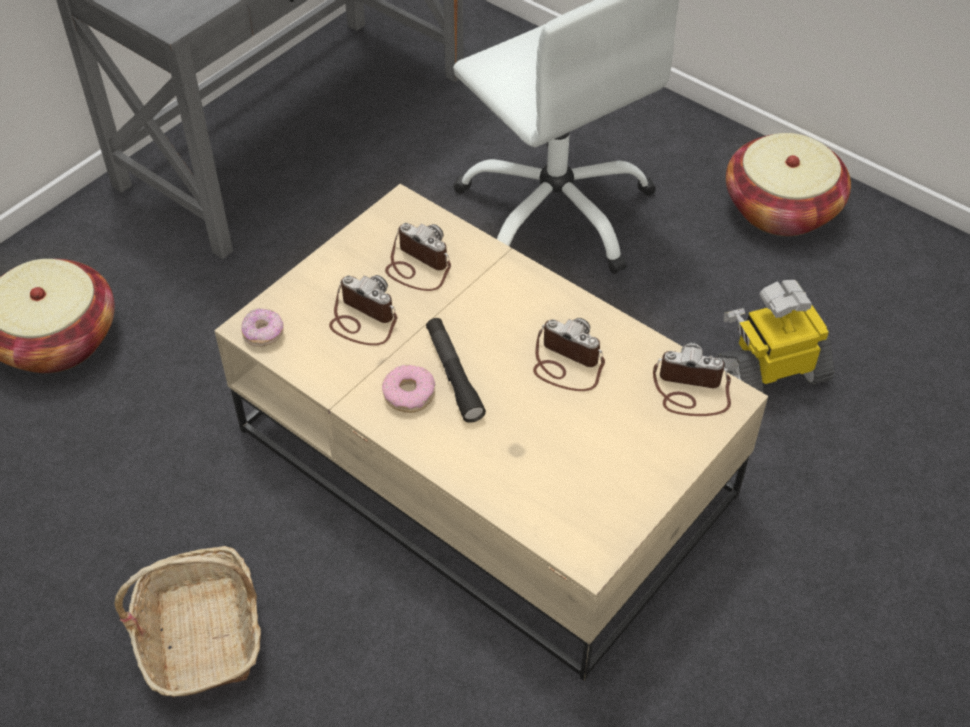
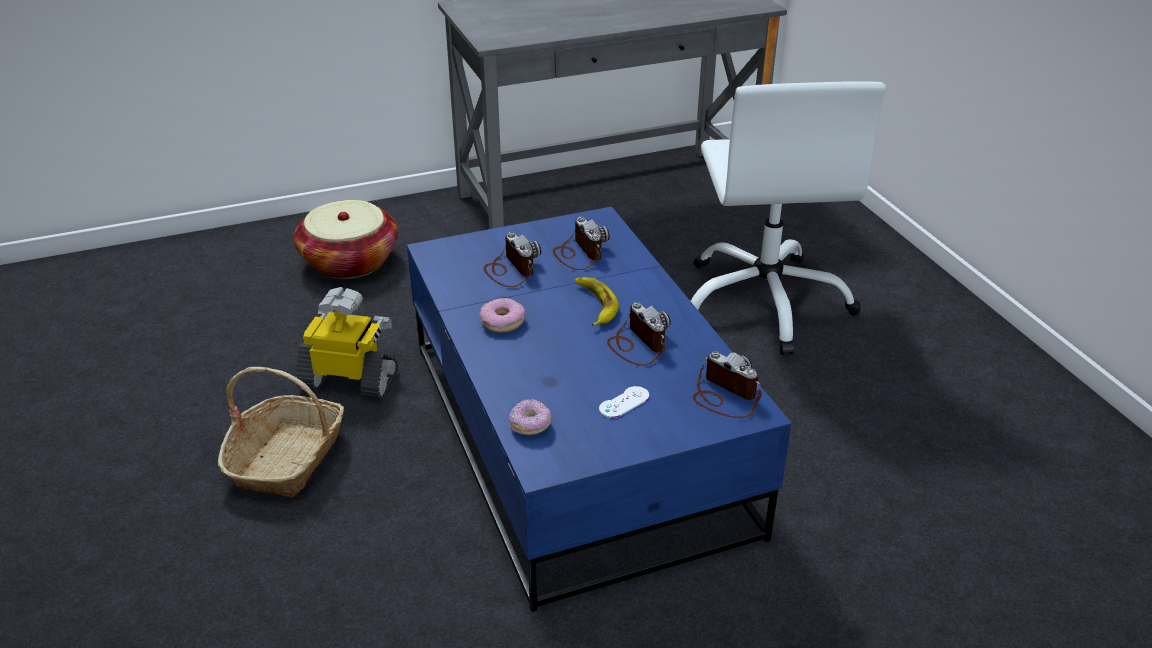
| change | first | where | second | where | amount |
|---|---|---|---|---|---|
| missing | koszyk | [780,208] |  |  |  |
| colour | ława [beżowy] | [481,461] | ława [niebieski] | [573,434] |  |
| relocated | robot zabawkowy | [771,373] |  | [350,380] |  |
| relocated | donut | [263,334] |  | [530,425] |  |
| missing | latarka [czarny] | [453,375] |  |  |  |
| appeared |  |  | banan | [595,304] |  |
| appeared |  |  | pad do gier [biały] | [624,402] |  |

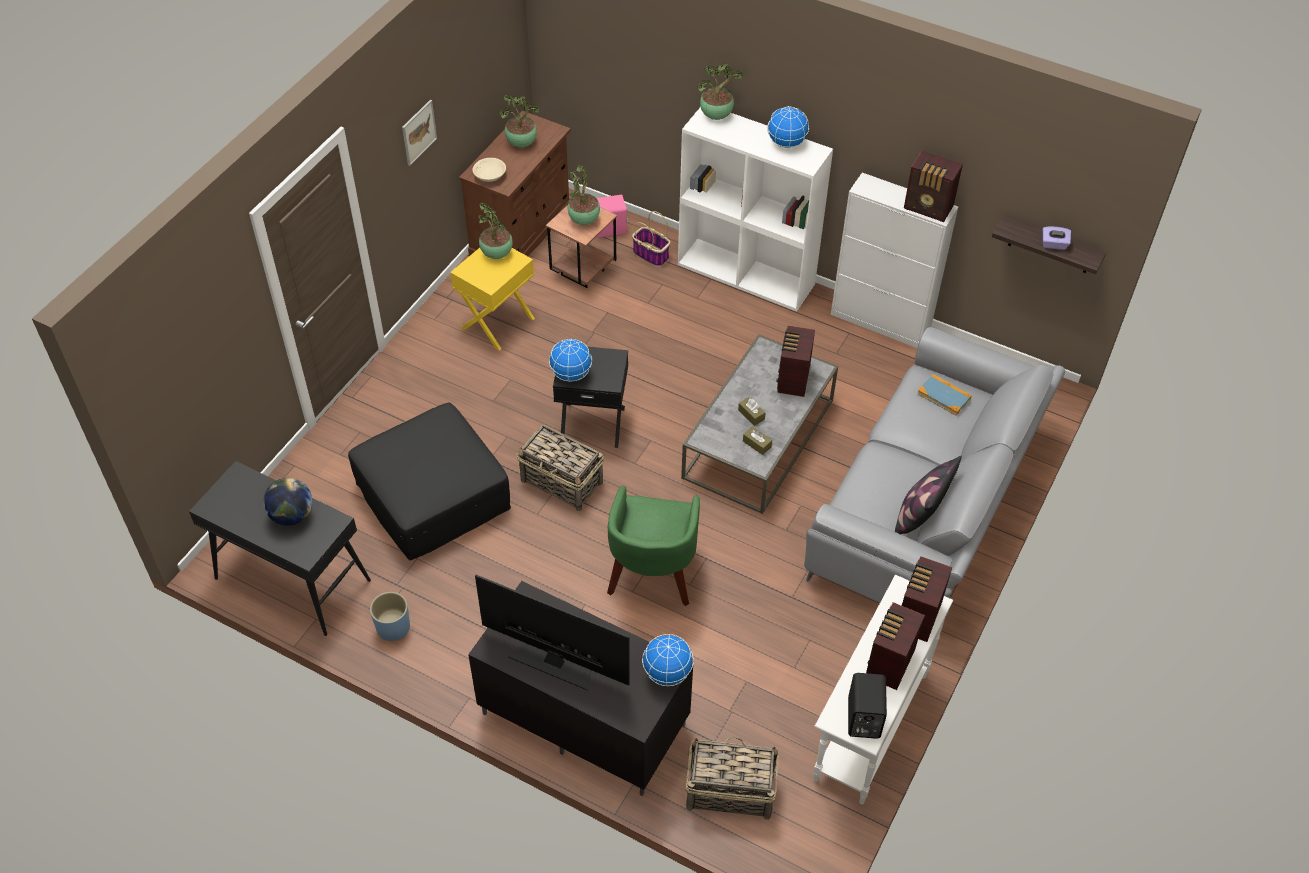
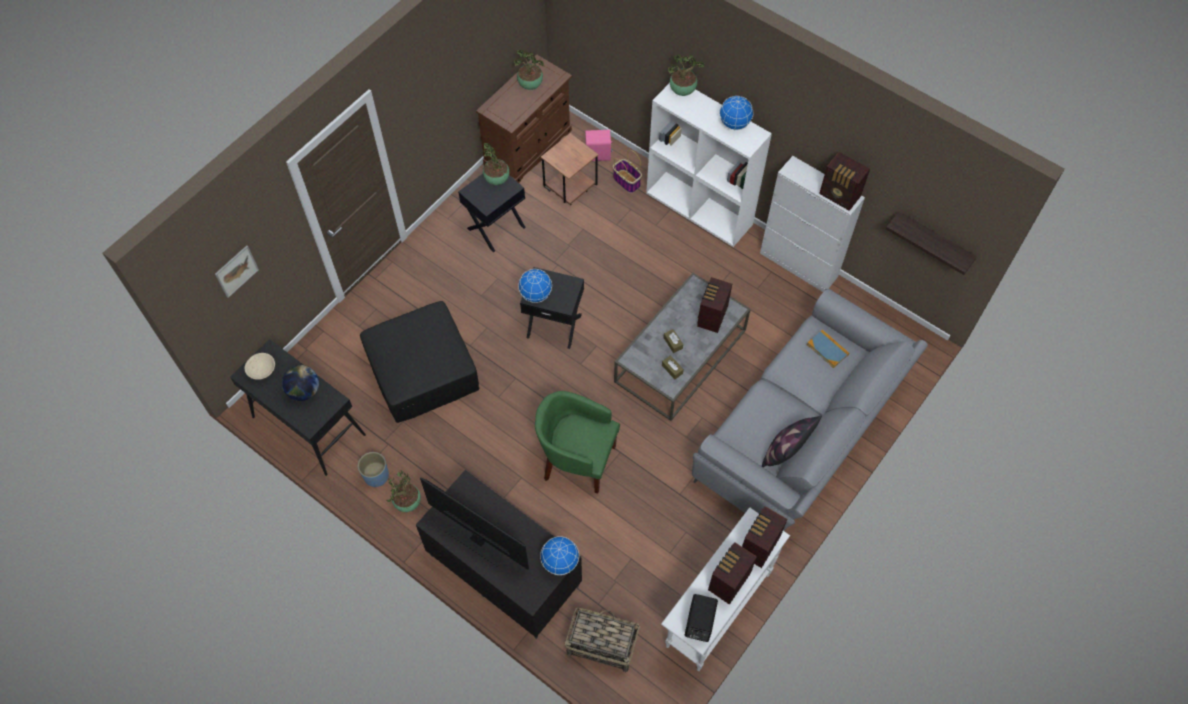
| change | first | where | second | where | amount |
|---|---|---|---|---|---|
| relocated | obraz | [419,132] |  | [236,271] |  |
| relocated | miska [beżowy] | [490,176] |  | [262,370] |  |
| relocated | roślina doniczkowa | [584,221] |  | [407,503] |  |
| missing | pudełko chusteczek [fioletowy] | [1054,244] |  |  |  |
| colour | stolik [żółty] | [498,323] | stolik [czarny] | [496,228] |  |
| missing | koszyk | [562,482] |  |  |  |
| spun | fotel [zielony] | [652,574] |  | [576,460] | 90 degrees clockwise |

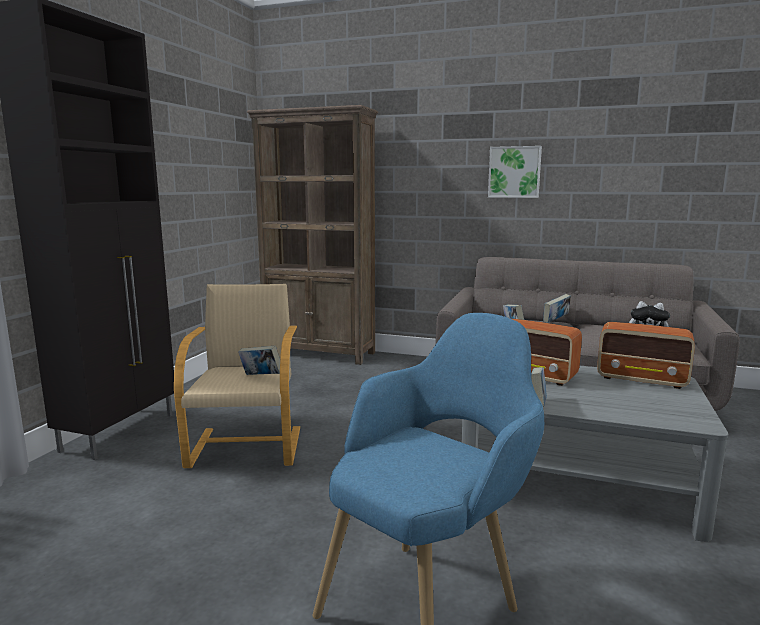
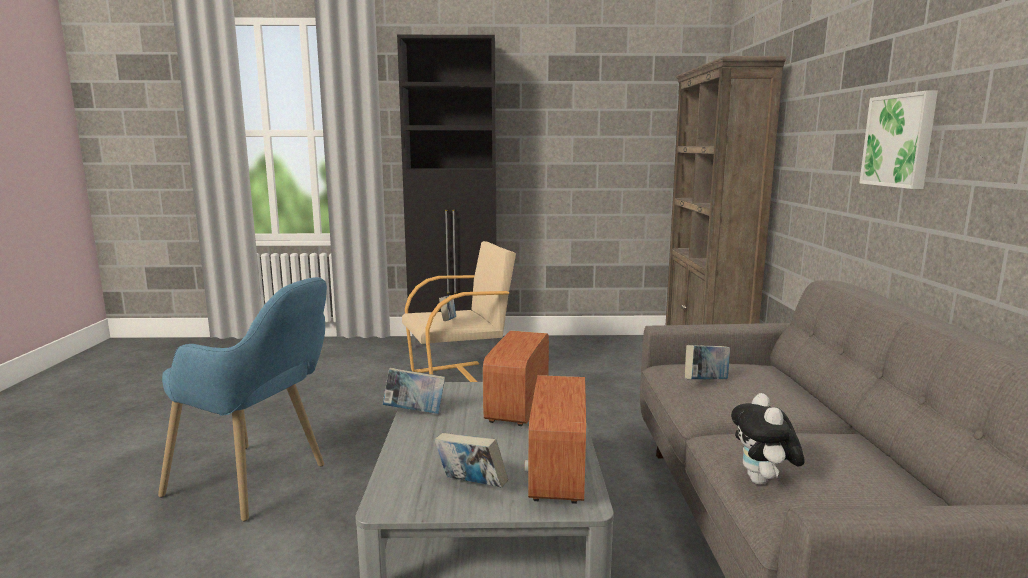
| change | first | where | second | where | amount |
|---|---|---|---|---|---|
| relocated | książka | [555,321] |  | [471,486] |  |

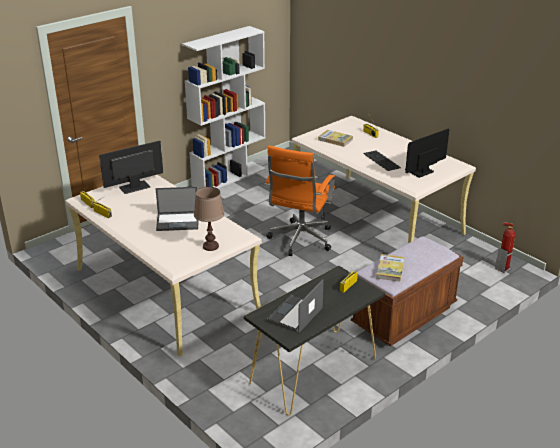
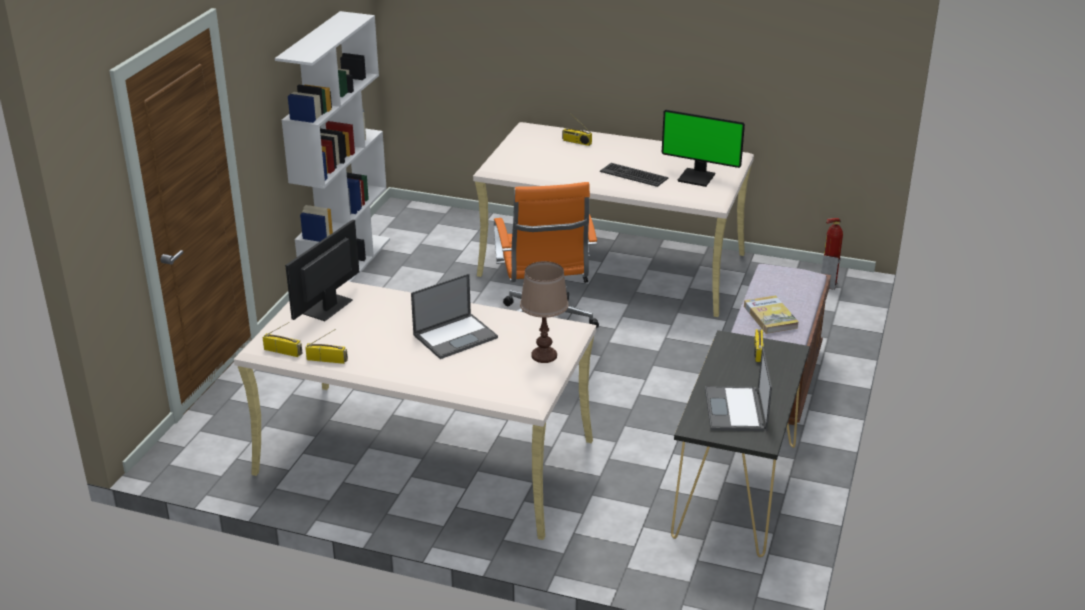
| change | first | where | second | where | amount |
|---|---|---|---|---|---|
| spun | monitor | [420,172] |  | [697,177] | 90 degrees counterclockwise |
| missing | książka | [335,140] |  |  |  |

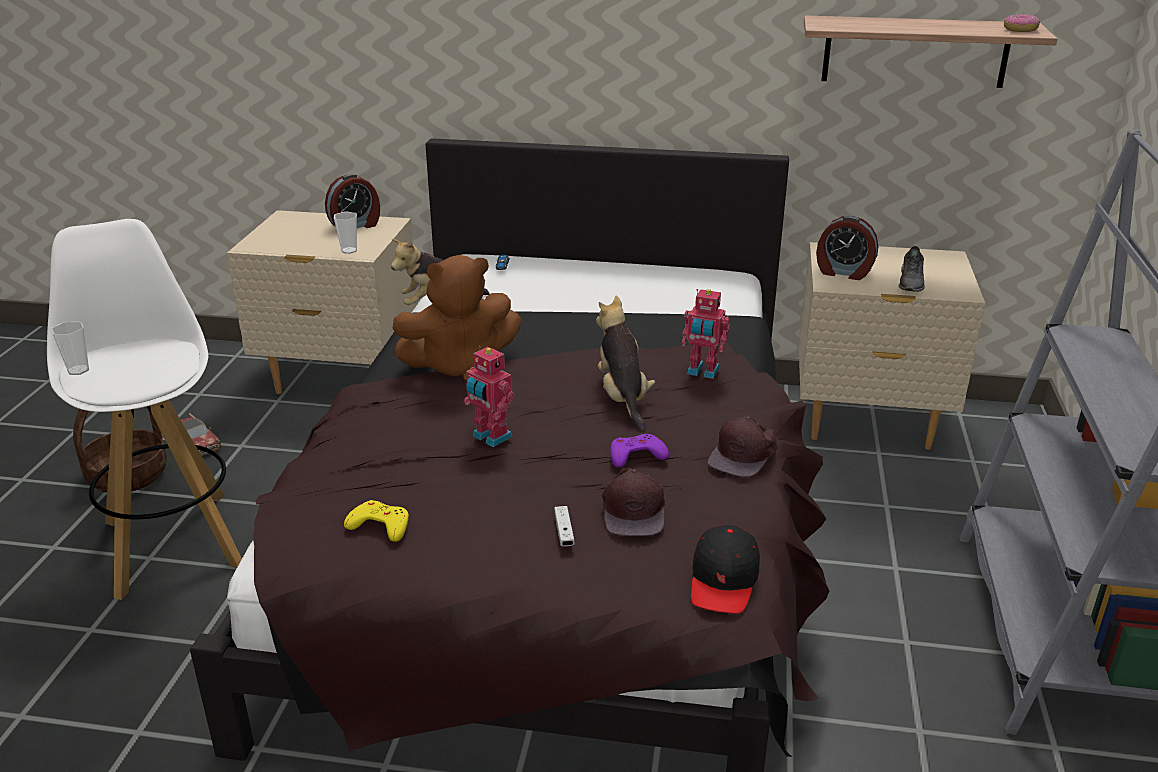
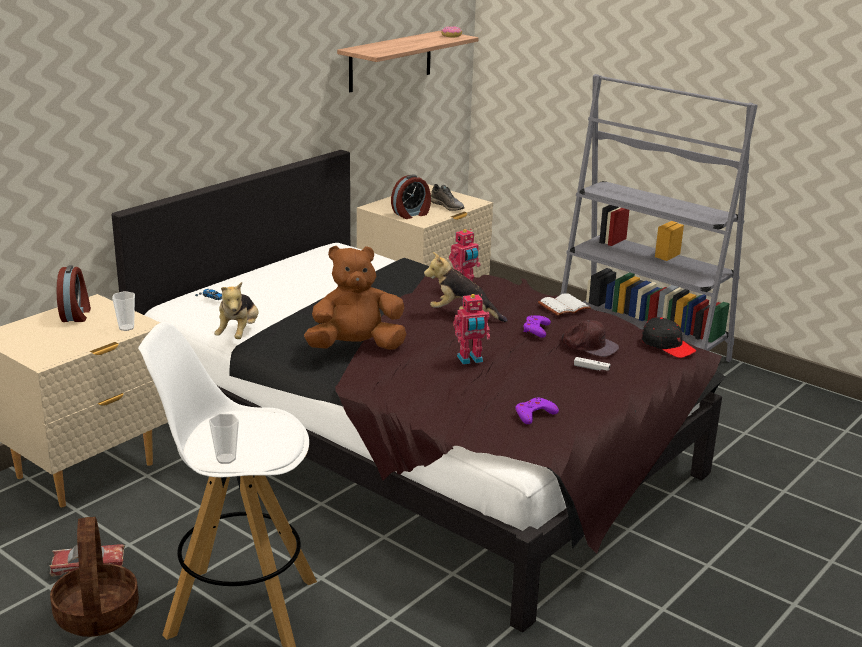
| change | first | where | second | where | amount |
|---|---|---|---|---|---|
| spun | pluszak [brązowy] | [459,364] |  | [355,347] | 120 degrees counterclockwise |
| exchanged | czapka z daszkiem [brązowy] | [744,454] | książka [biały] | [564,306] |  |
| colour | pad do gier [żółty] | [380,526] | pad do gier [fioletowy] | [534,414] |  |

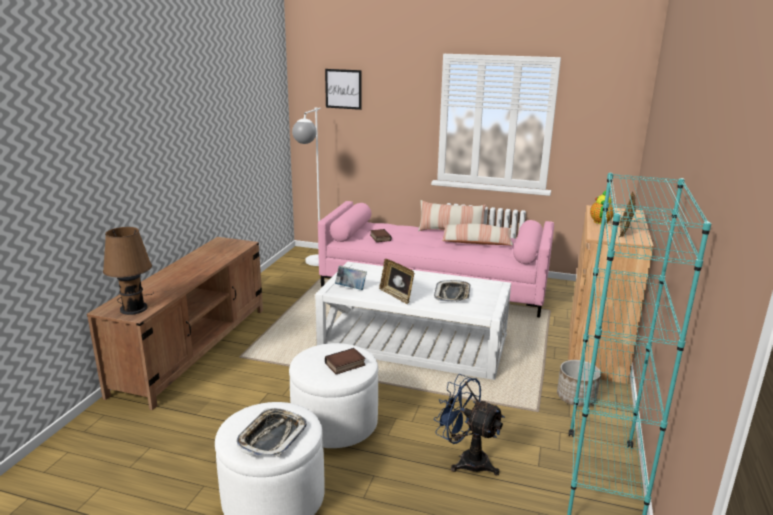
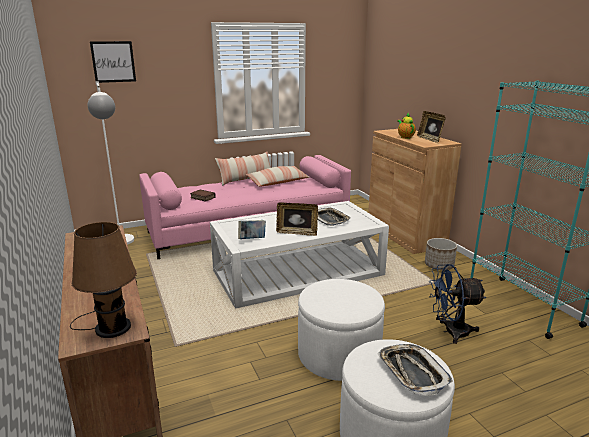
| change | first | where | second | where | amount |
|---|---|---|---|---|---|
| missing | książka | [345,365] |  |  |  |

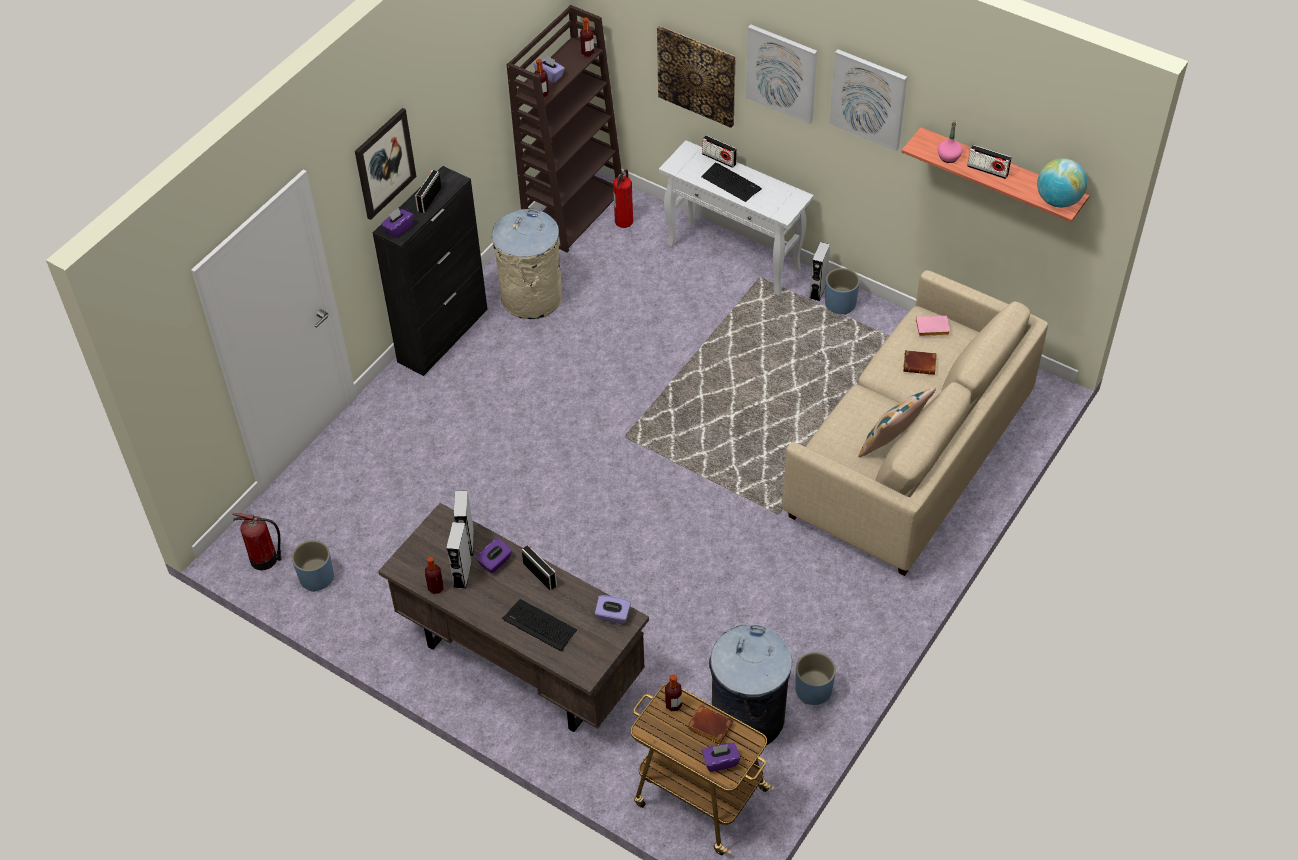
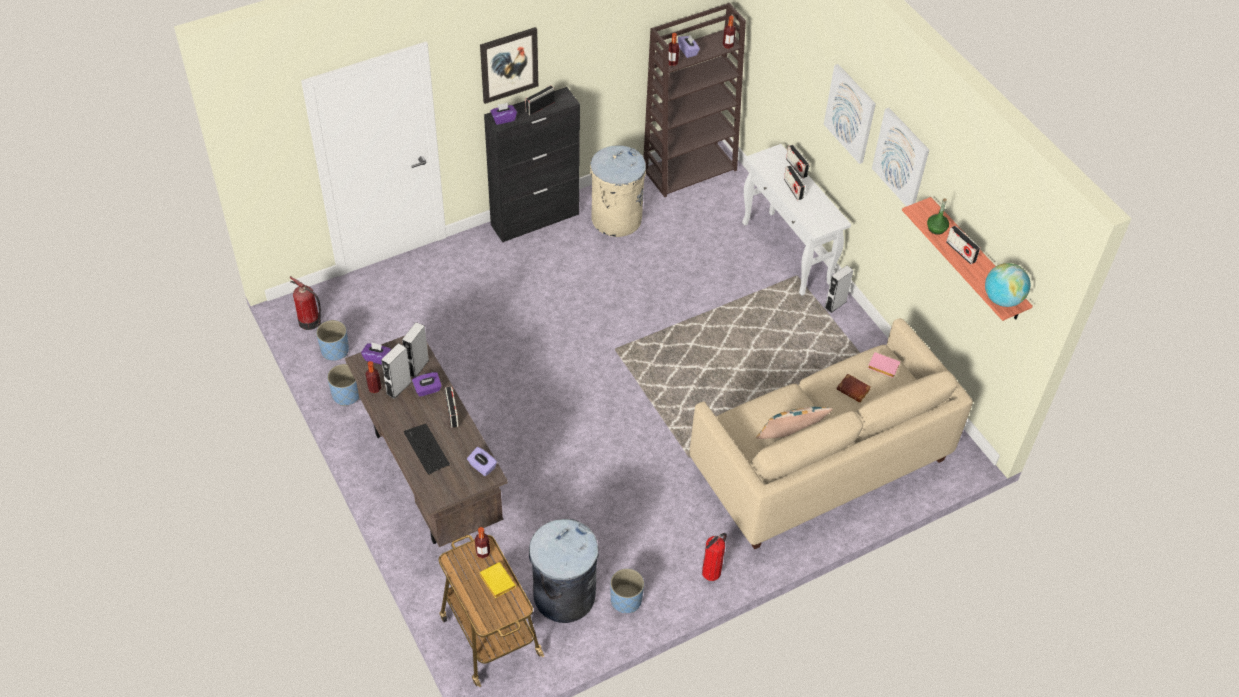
| change | first | where | second | where | amount |
|---|---|---|---|---|---|
| missing | obraz | [697,75] |  |  |  |
| colour | butelka [różowy] | [948,157] | butelka [zielony] | [936,229] |  |
| exchanged | klawiatura | [731,182] | radio | [793,189] |  |
| relocated | gaśnica | [624,221] |  | [711,572] |  |
| relocated | donica [niebieski] | [840,304] |  | [346,395] |  |
| colour | książka [brązowy] | [708,727] | książka [żółty] | [496,581] |  |
| relocated | pudełko chusteczek [fioletowy] | [720,761] |  | [377,358] |  |

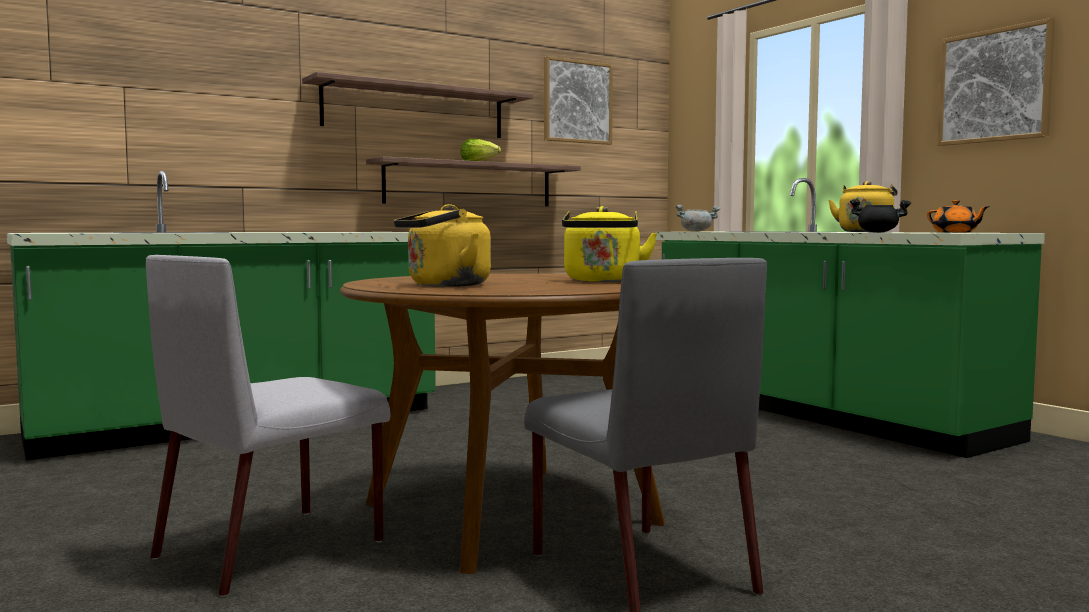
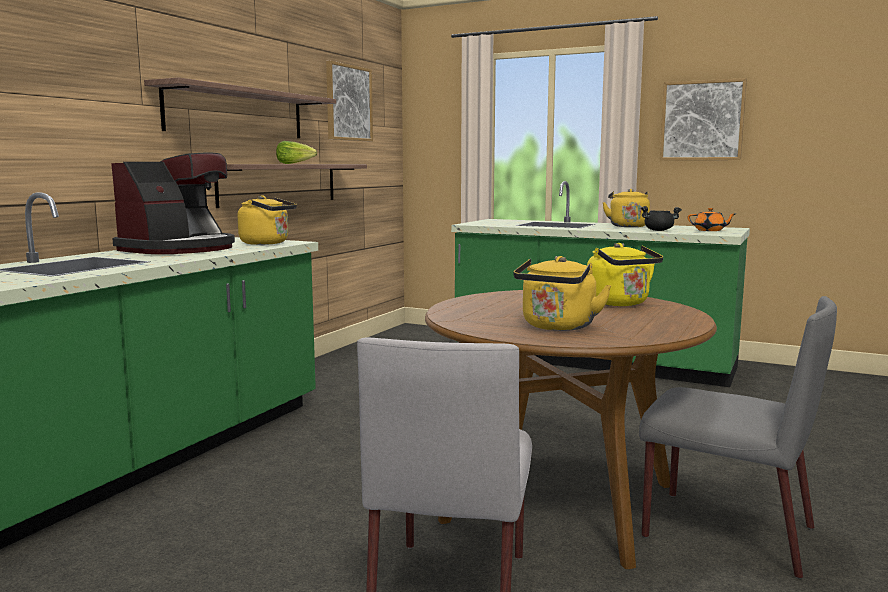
| change | first | where | second | where | amount |
|---|---|---|---|---|---|
| missing | garnek [szary] | [696,231] |  |  |  |
| appeared |  |  | ekspres do kawy | [179,249] |  |
| appeared |  |  | czajnik [żółty] | [267,243] |  |

